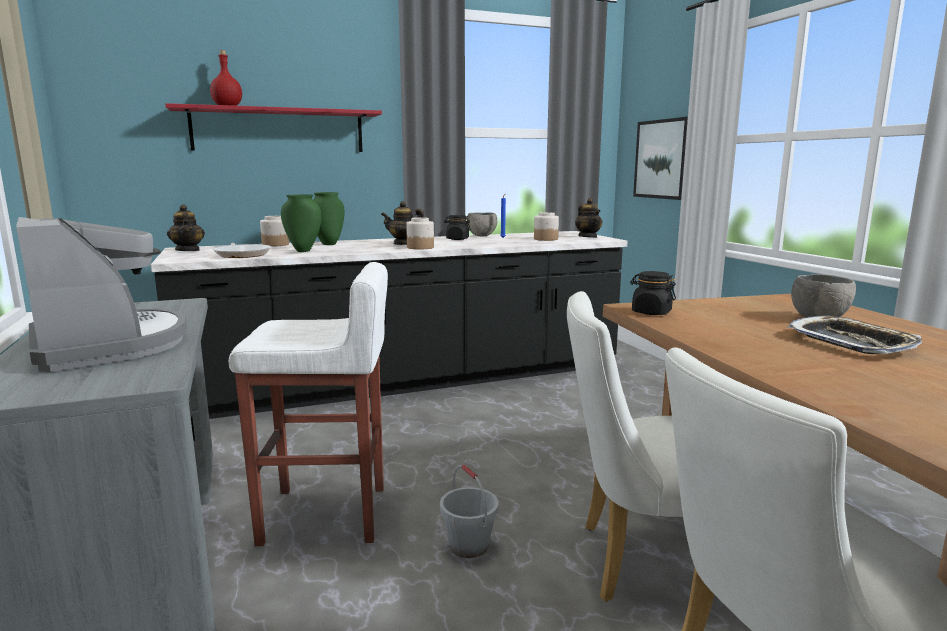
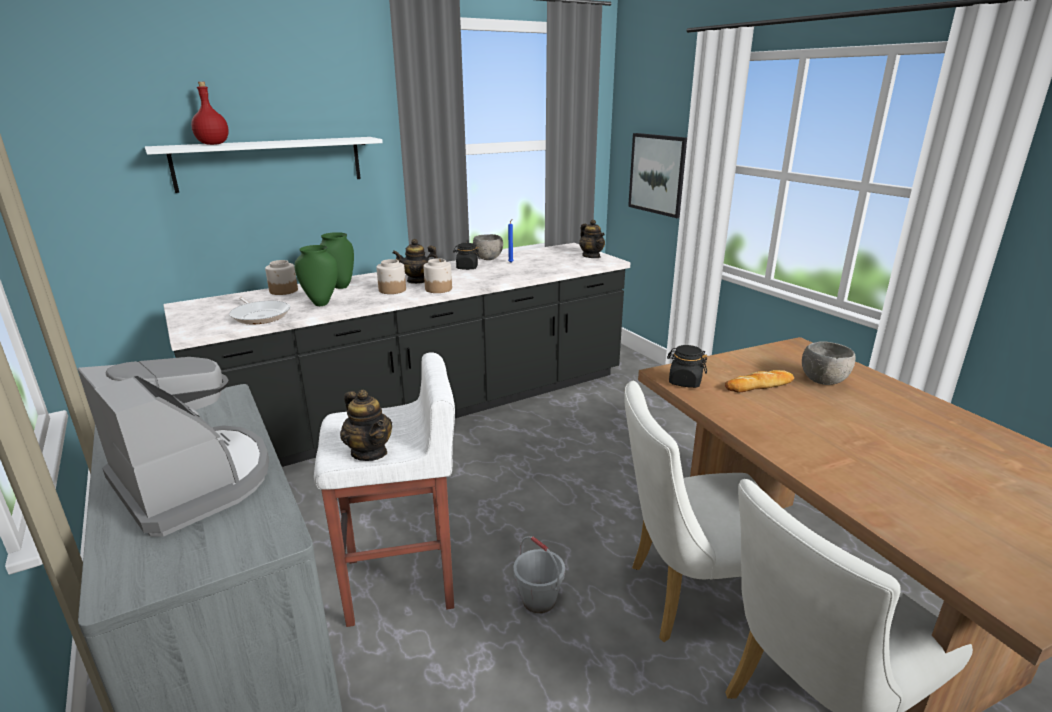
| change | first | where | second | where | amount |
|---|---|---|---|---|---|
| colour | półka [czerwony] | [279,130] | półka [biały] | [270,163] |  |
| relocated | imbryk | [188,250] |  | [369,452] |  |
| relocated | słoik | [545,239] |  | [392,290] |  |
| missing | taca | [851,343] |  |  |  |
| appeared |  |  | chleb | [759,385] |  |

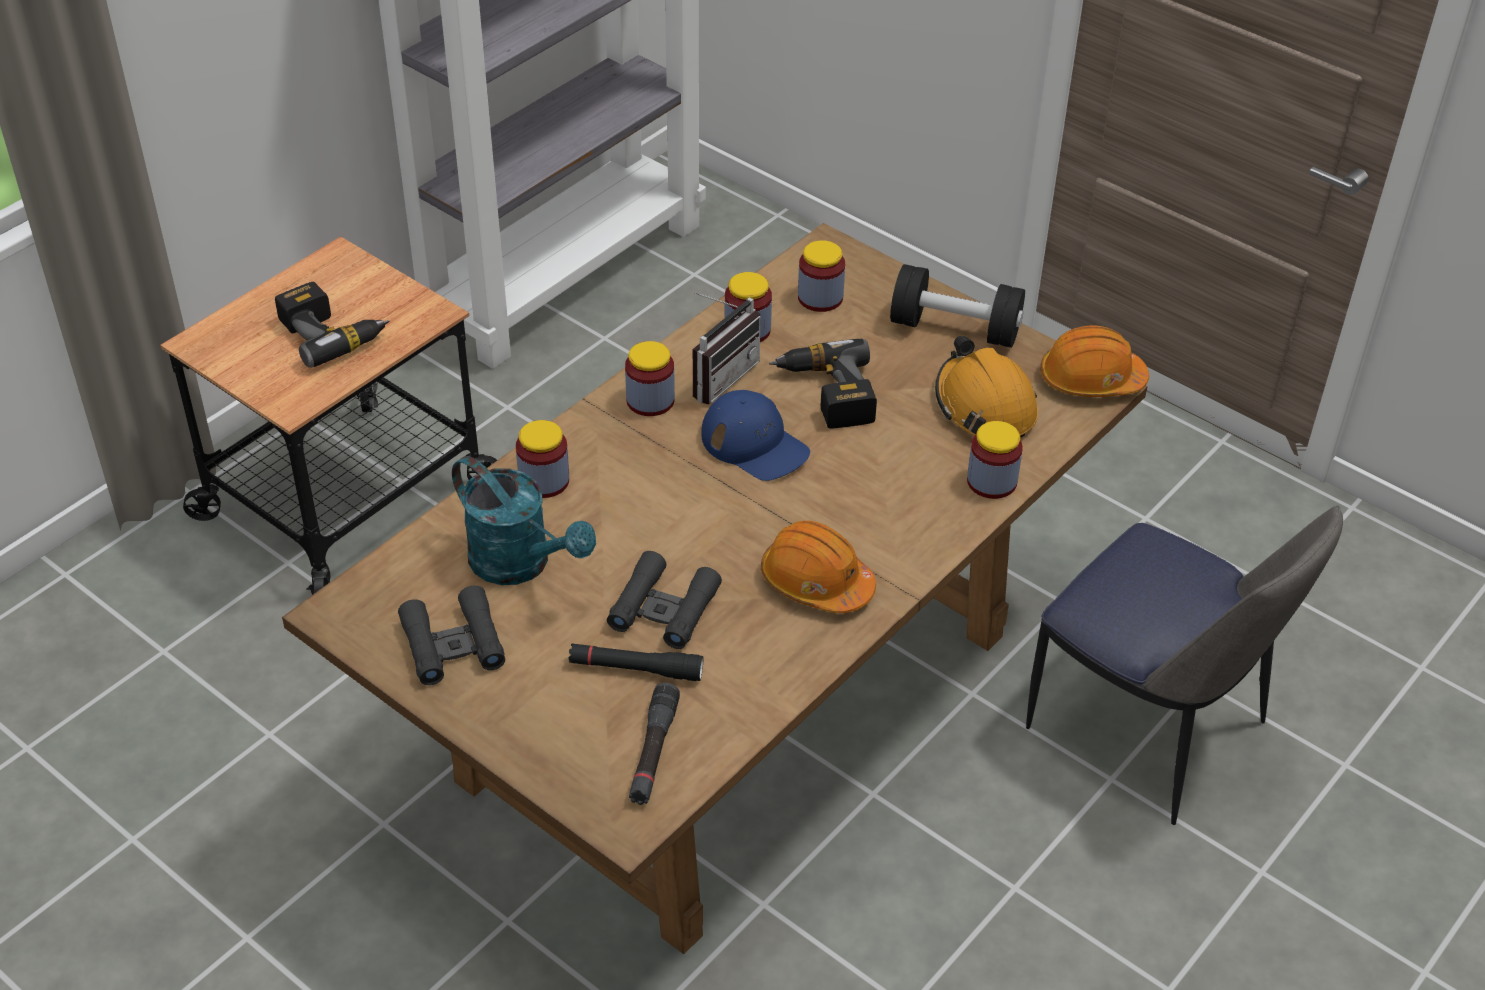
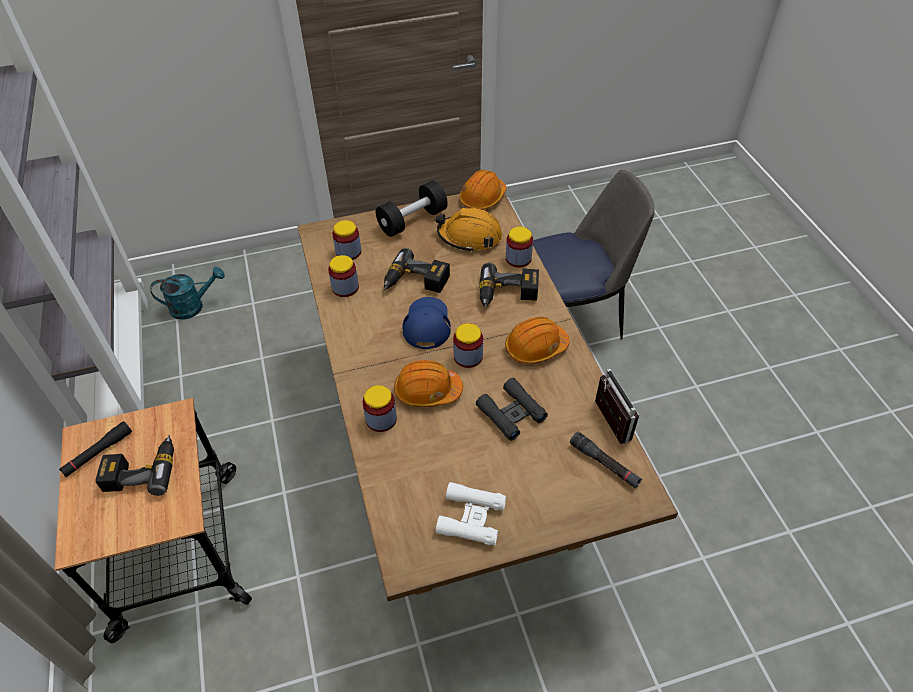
| change | first | where | second | where | amount |
|---|---|---|---|---|---|
| relocated | radio | [718,376] |  | [606,422] |  |
| relocated | słoik | [650,400] |  | [468,356] |  |
| spun | czapka z daszkiem [niebieski] | [755,444] |  | [427,324] | 75 degrees counterclockwise |
| relocated | konewka [turkusowy] | [521,564] |  | [193,306] |  |
| colour | lornetka [czarny] | [453,644] | lornetka [biały] | [471,517] |  |
| relocated | latarka [czarny] | [635,669] |  | [98,453] |  |
| appeared |  |  | wiertarka | [507,295] |  |
| appeared |  |  | kask [pomarańczowy] | [427,391] |  |

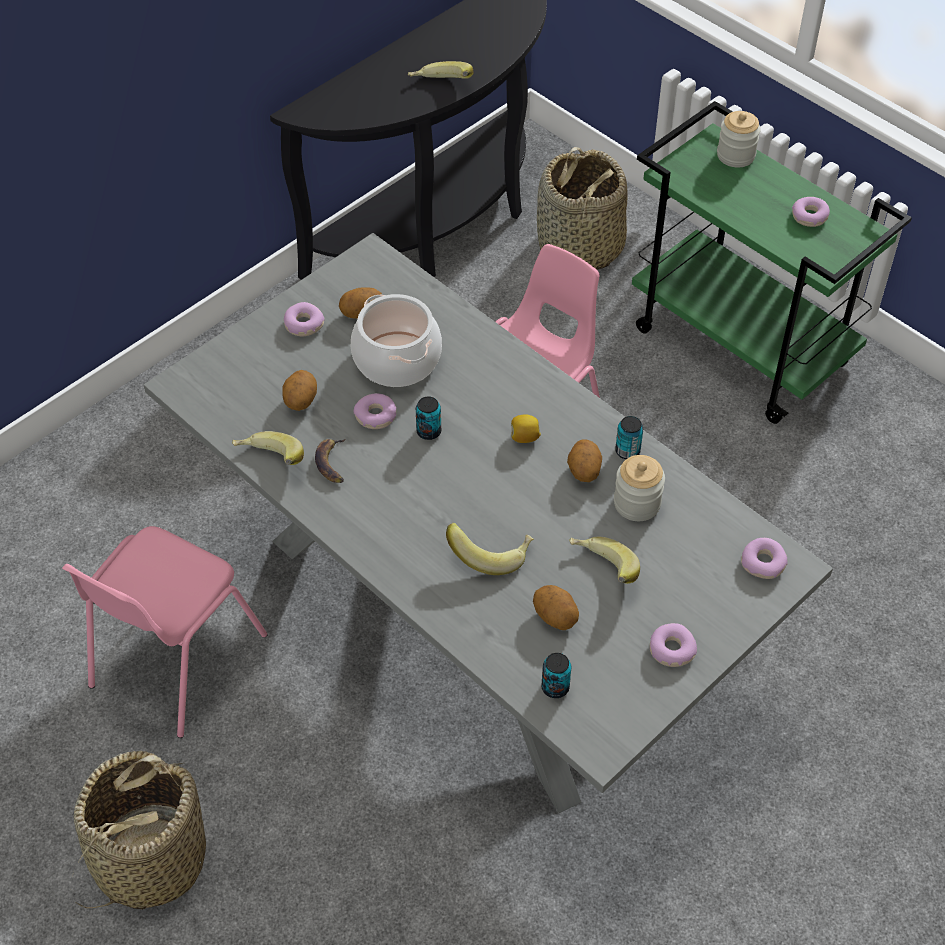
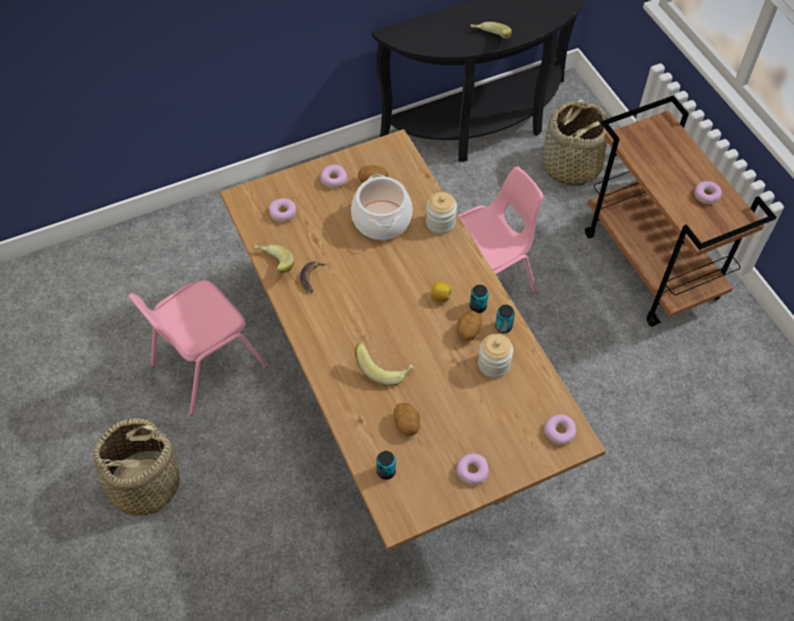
| change | first | where | second | where | amount |
|---|---|---|---|---|---|
| colour | wózek [zielony] | [742,347] | wózek [brązowy] | [651,266] |  |
| relocated | słoik | [735,155] |  | [440,222] |  |
| colour | stół jadalny [szary] | [474,617] | stół jadalny [brązowy] | [398,396] |  |
| missing | ziemniak | [300,401] |  |  |  |
| relocated | donut | [376,416] |  | [283,213] |  |
| relocated | puszka | [429,431] |  | [478,306] |  |
| missing | banan | [601,571] |  |  |  |

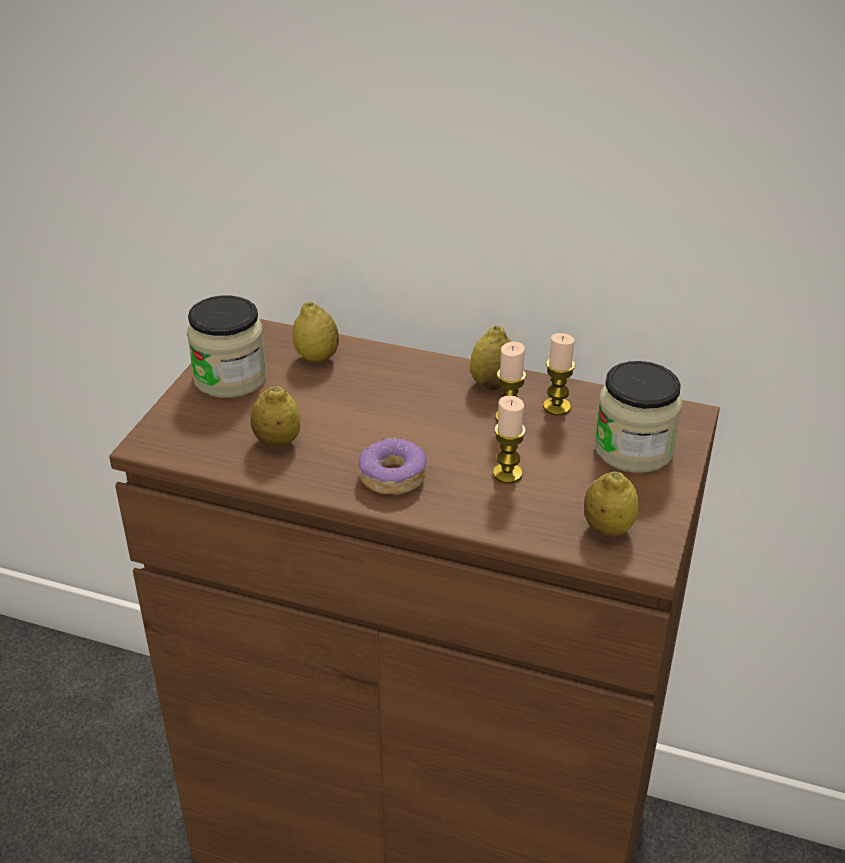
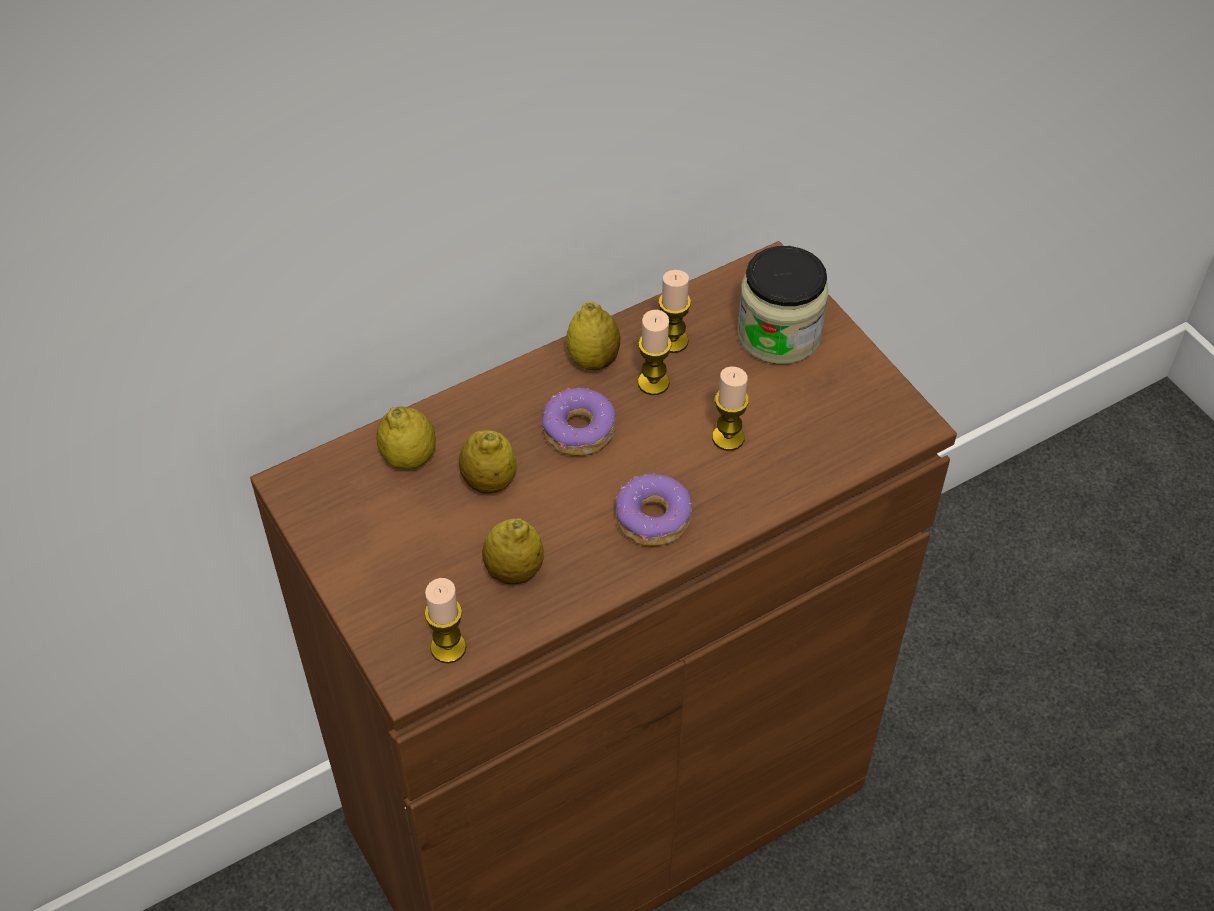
| change | first | where | second | where | amount |
|---|---|---|---|---|---|
| missing | słoik | [230,378] |  |  |  |
| relocated | cytryna | [608,529] |  | [489,482] |  |
| appeared |  |  | donut | [578,431] |  |
| appeared |  |  | świeca | [448,648] |  |

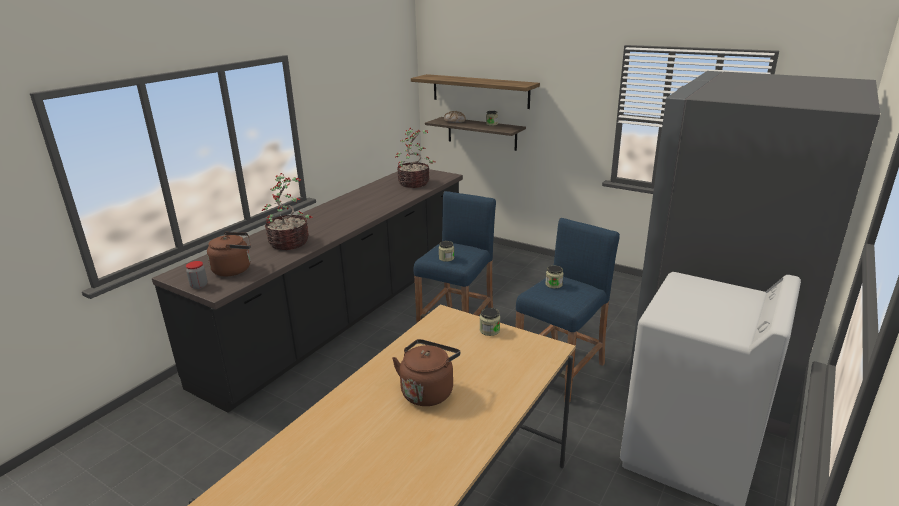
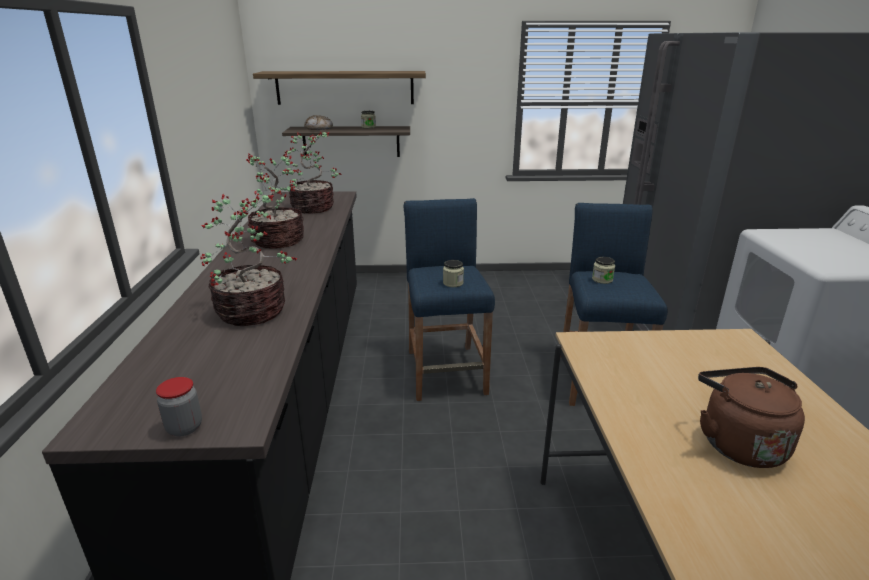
| change | first | where | second | where | amount |
|---|---|---|---|---|---|
| missing | czajnik [brązowy] | [234,269] |  |  |  |
| missing | słoik | [489,330] |  |  |  |
| appeared |  |  | roślina doniczkowa | [277,241] |  |

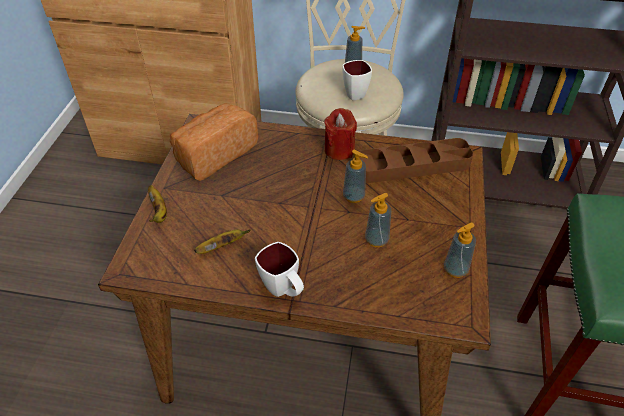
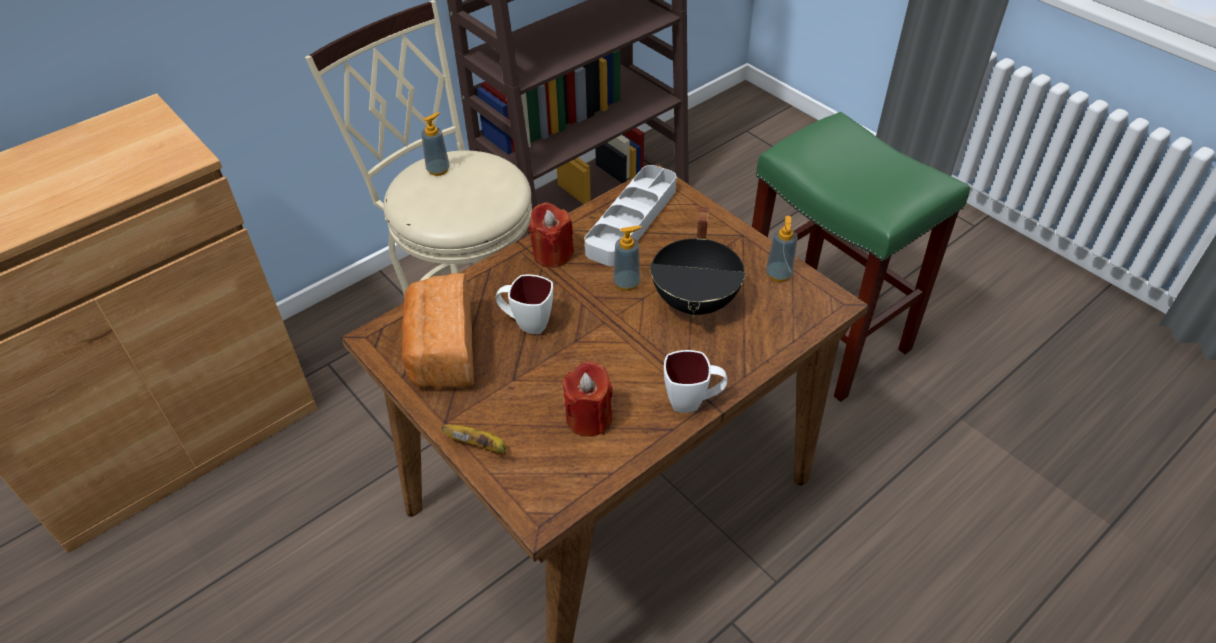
| change | first | where | second | where | amount |
|---|---|---|---|---|---|
| relocated | kubek [biały] | [353,92] |  | [526,323] |  |
| colour | taca [brązowy] | [412,165] | taca [szary] | [632,220] |  |
| exchanged | dozownik mydła | [376,240] | garnek [czarny] | [696,301] |  |
| exchanged | banan | [222,246] | świeca [czerwony] | [589,418] |  |

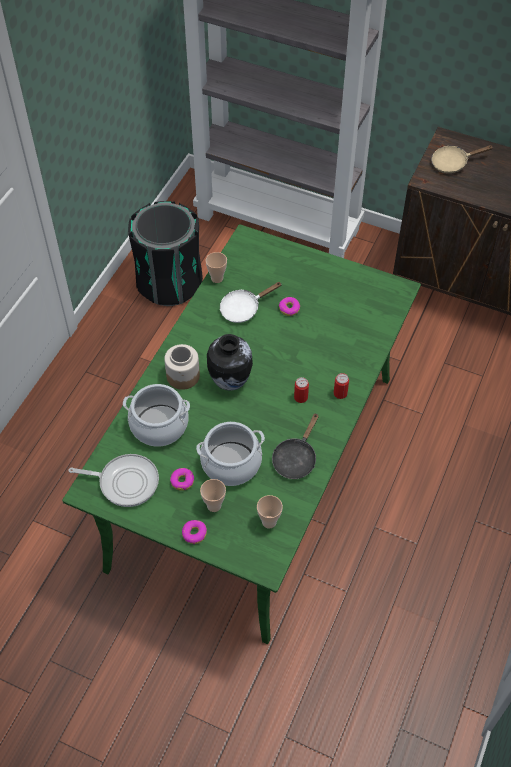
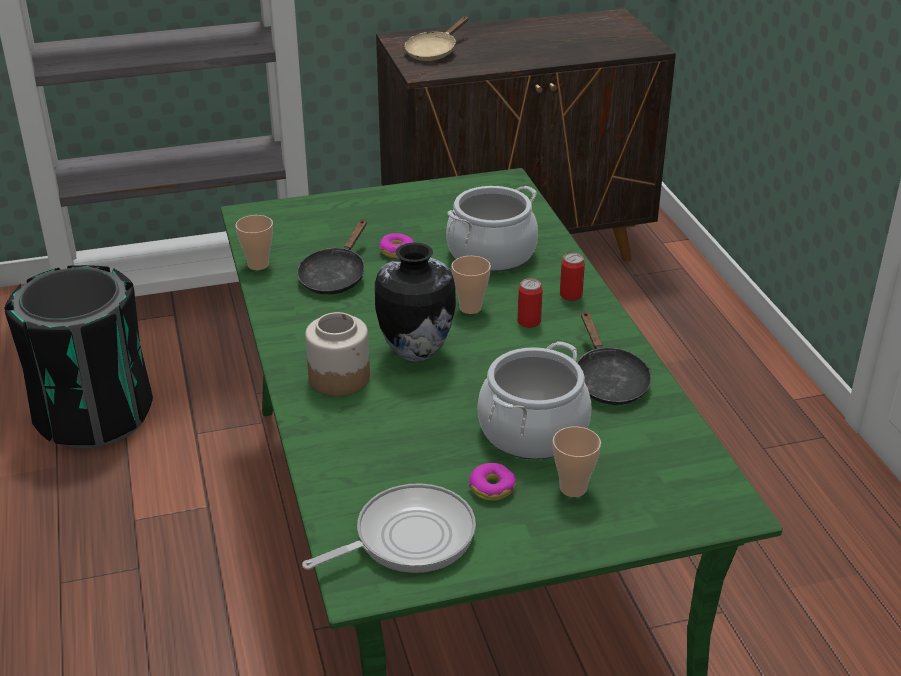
| change | first | where | second | where | amount |
|---|---|---|---|---|---|
| colour | patelnia [biały] | [243,308] | patelnia [czarny] | [335,276] |  |
| relocated | garnek | [159,425] |  | [492,254] |  |
| relocated | filiżanka | [269,522] |  | [470,308] |  |
| missing | donut | [194,534] |  |  |  |

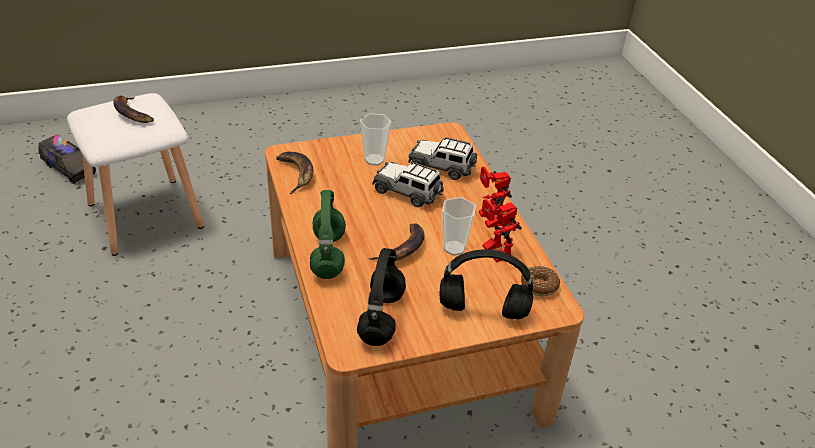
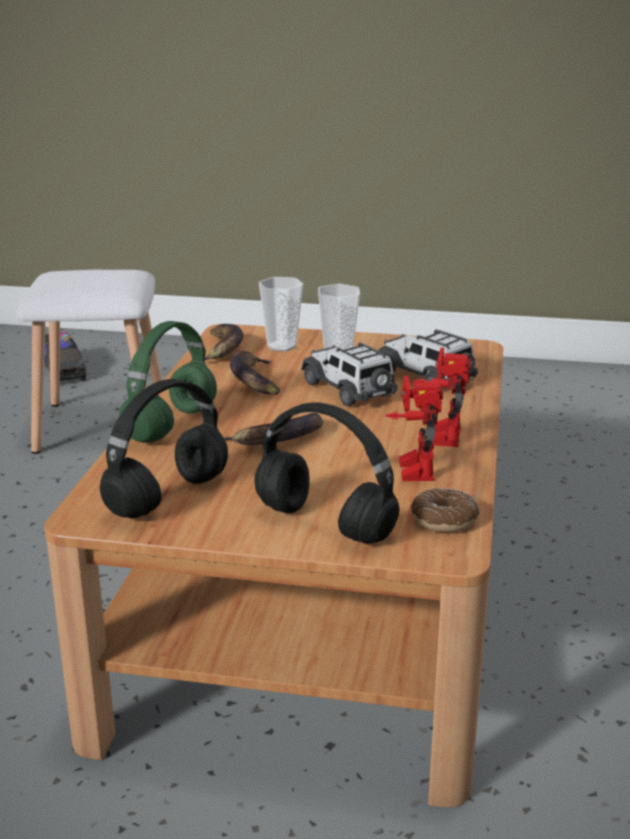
| change | first | where | second | where | amount |
|---|---|---|---|---|---|
| relocated | banan | [132,113] |  | [255,380] |  |
| relocated | filiżanka | [454,248] |  | [281,346] |  |

